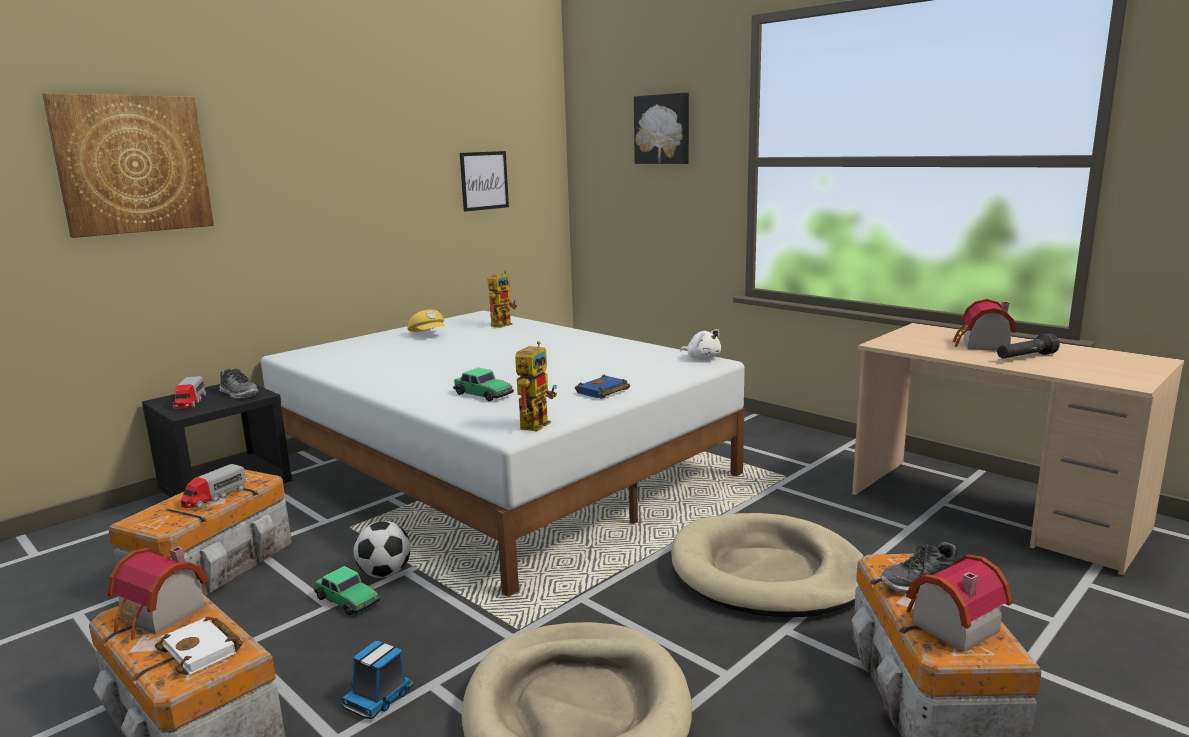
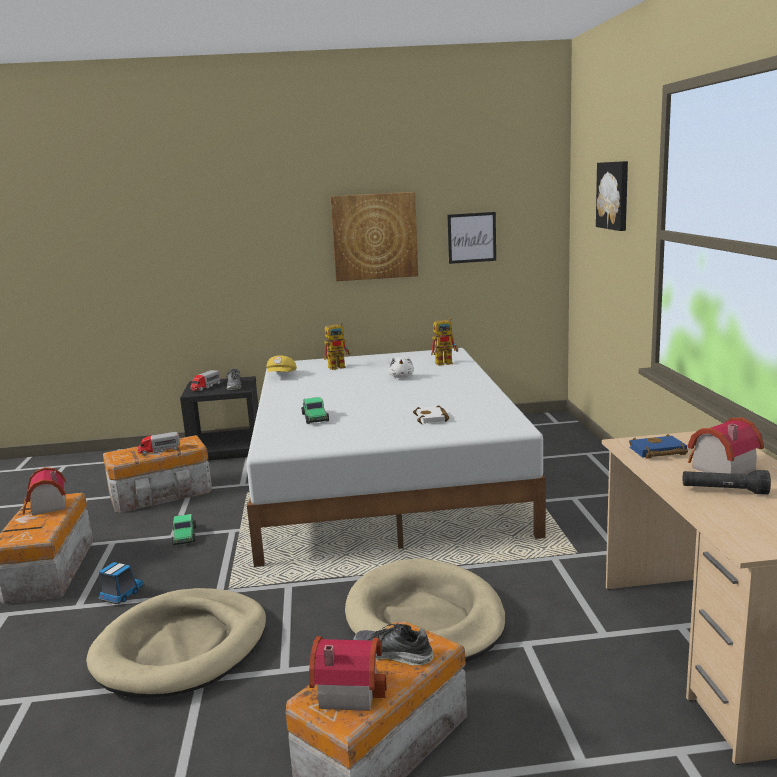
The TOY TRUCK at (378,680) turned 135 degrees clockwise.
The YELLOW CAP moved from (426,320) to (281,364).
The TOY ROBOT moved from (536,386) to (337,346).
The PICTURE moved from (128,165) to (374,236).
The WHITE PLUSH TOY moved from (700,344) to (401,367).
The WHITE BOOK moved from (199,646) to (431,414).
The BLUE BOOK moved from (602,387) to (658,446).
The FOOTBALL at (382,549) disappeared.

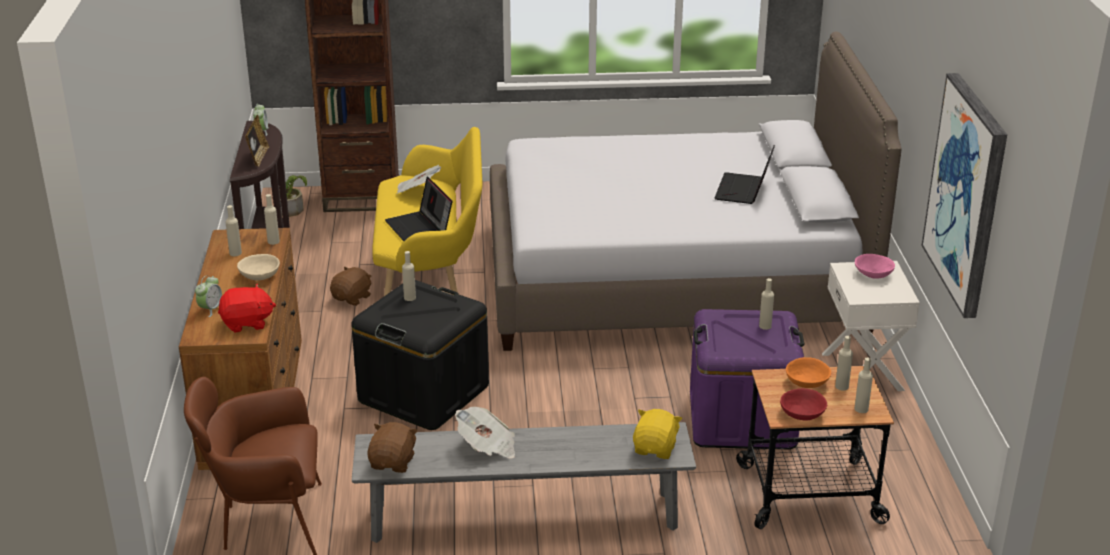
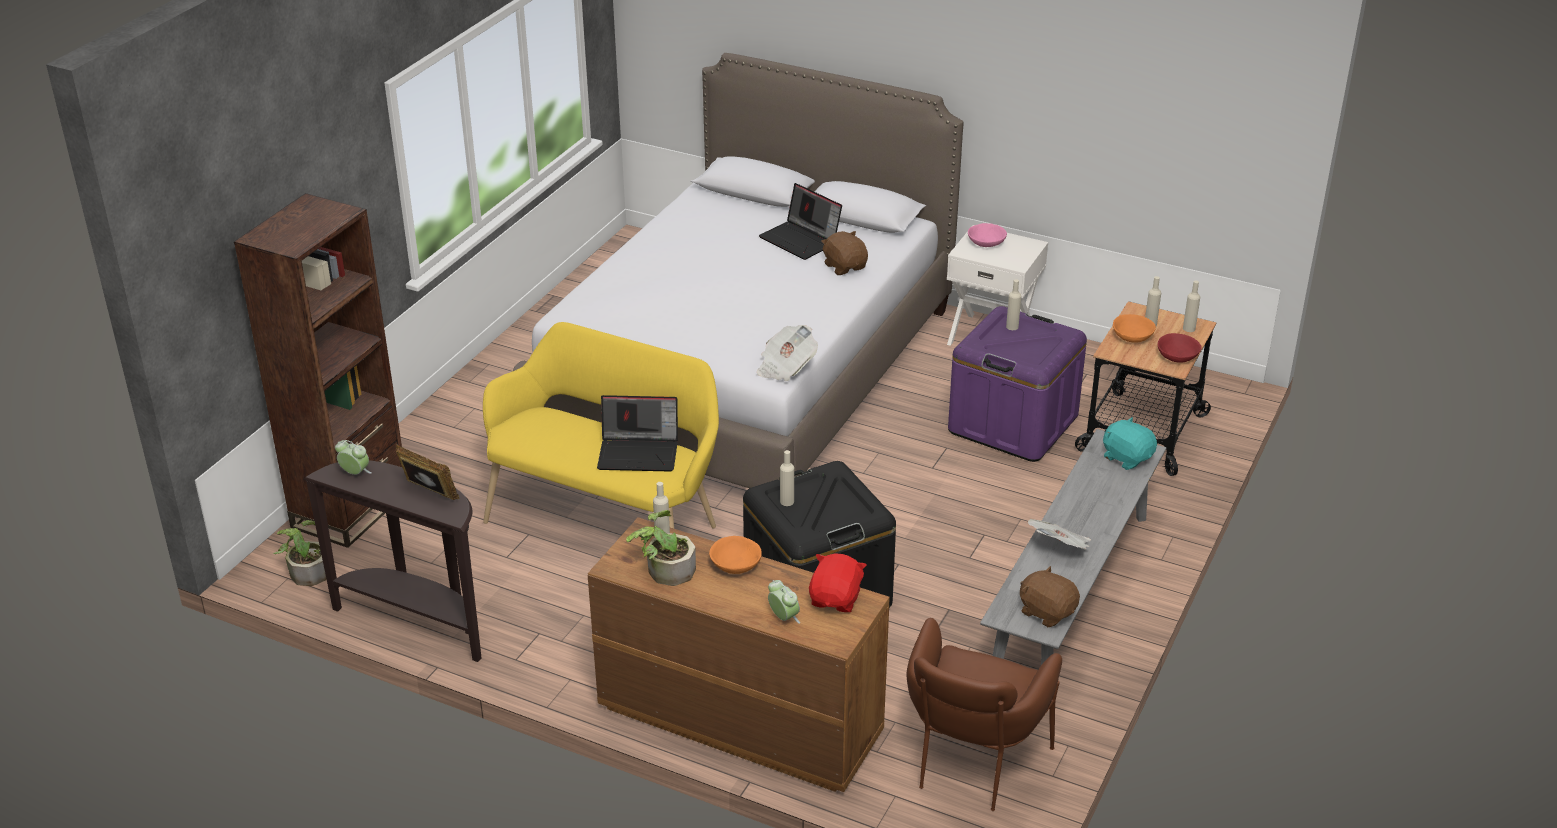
The BEIGE BOTTLE at (233,230) was replaced by the POTTED PLANT at (661,548).
The BEIGE BOWL at (258,267) became the ORANGE BOWL at (735,555).
The NEWSPAPER moved from (419,179) to (787,353).
The BROWN PLUSH TOY moved from (351,286) to (844,253).
The YELLOW PLUSH TOY at (657,434) became the TURQUOISE PLUSH TOY at (1130,443).
The PICTURE at (964,195) disappeared.

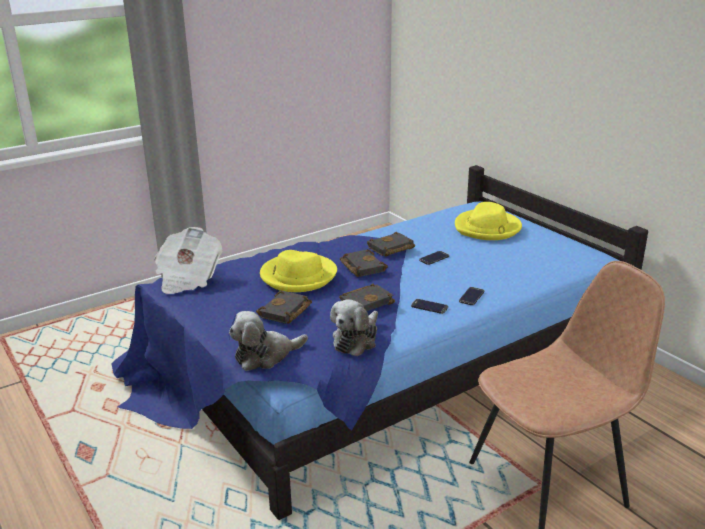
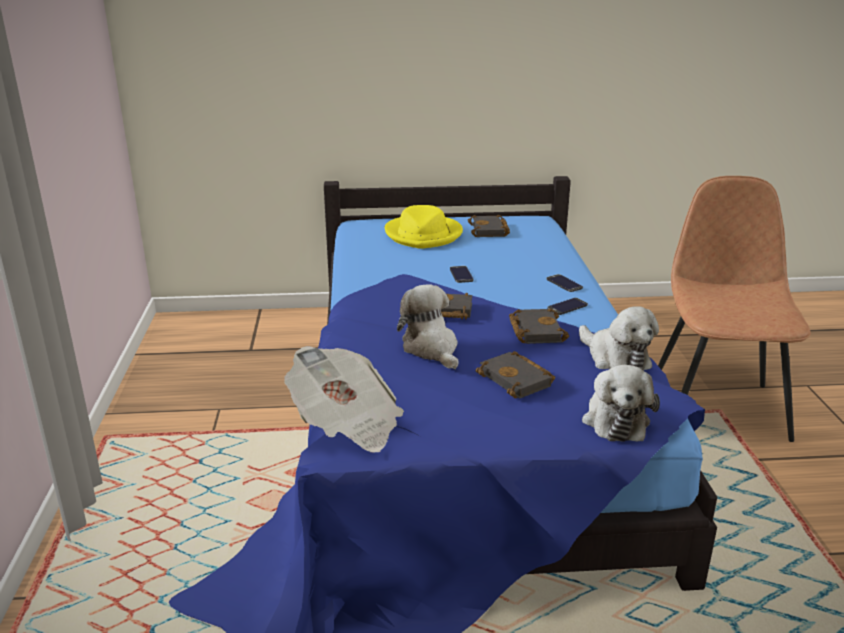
The YELLOW HAT at (298,271) was replaced by the PLUSH TOY at (428,326).
The BLACK BOOK moved from (391,244) to (489,226).

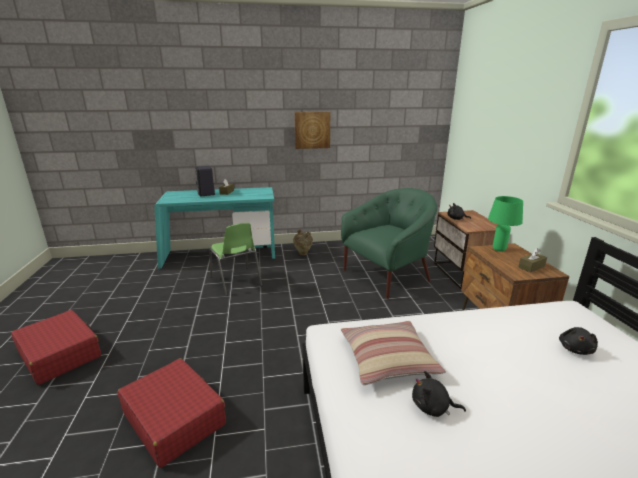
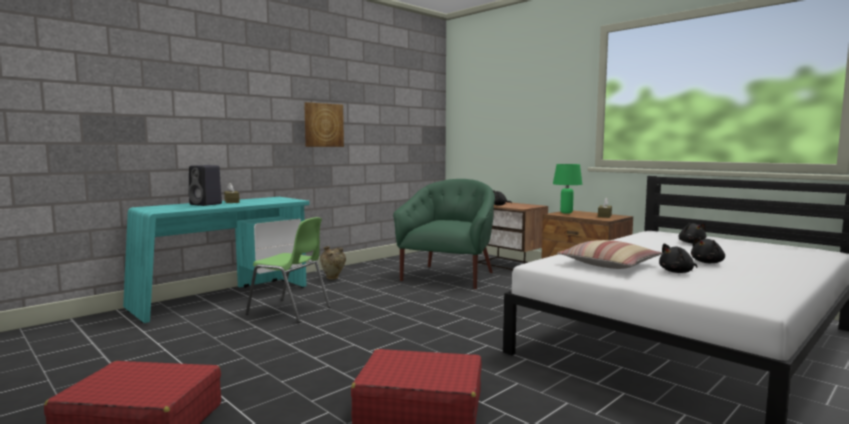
The BLACK PLUSH TOY at (708,249) appeared.

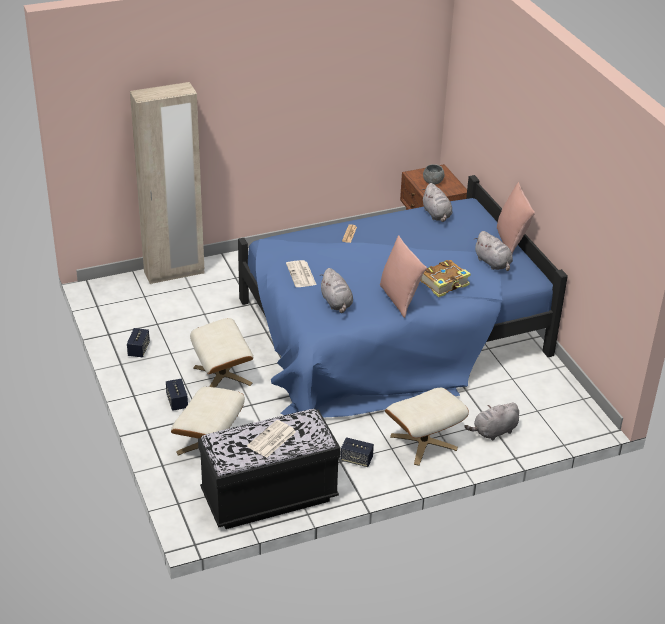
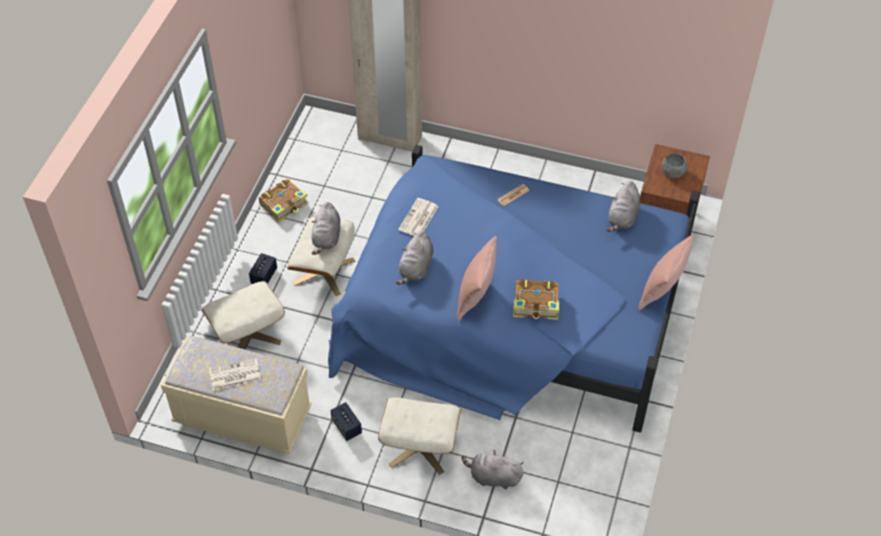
The BLACK BENCH at (269,469) became the BEIGE BENCH at (236,395).
The SPEAKER at (138,342) was replaced by the BOOK at (283,201).
The GREY PLUSH TOY moved from (493,251) to (326,228).

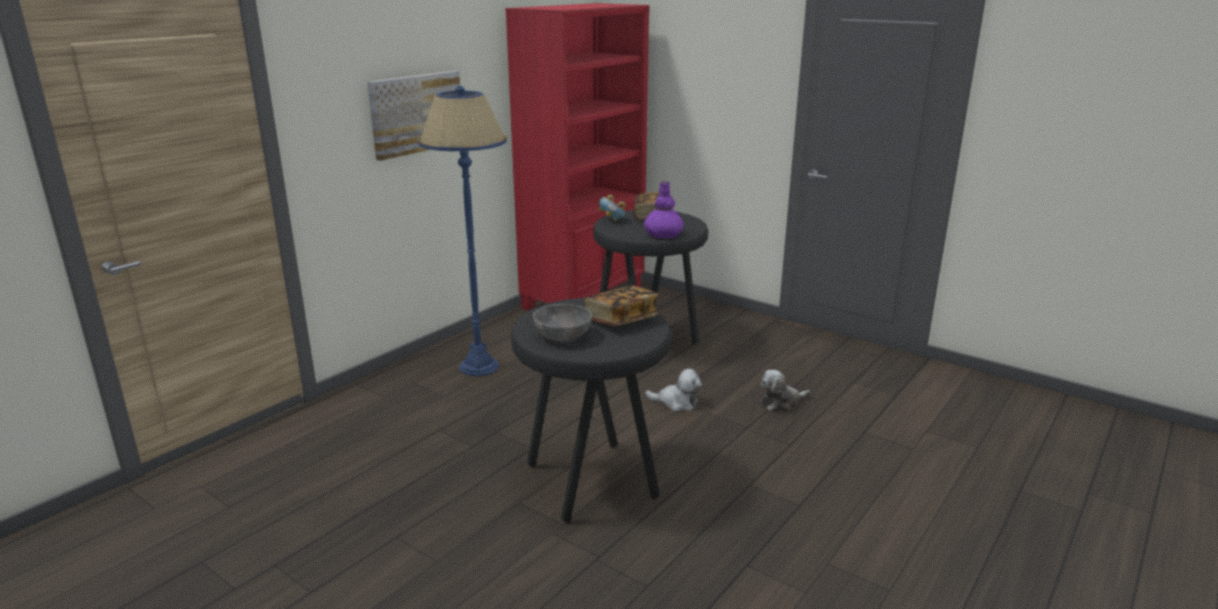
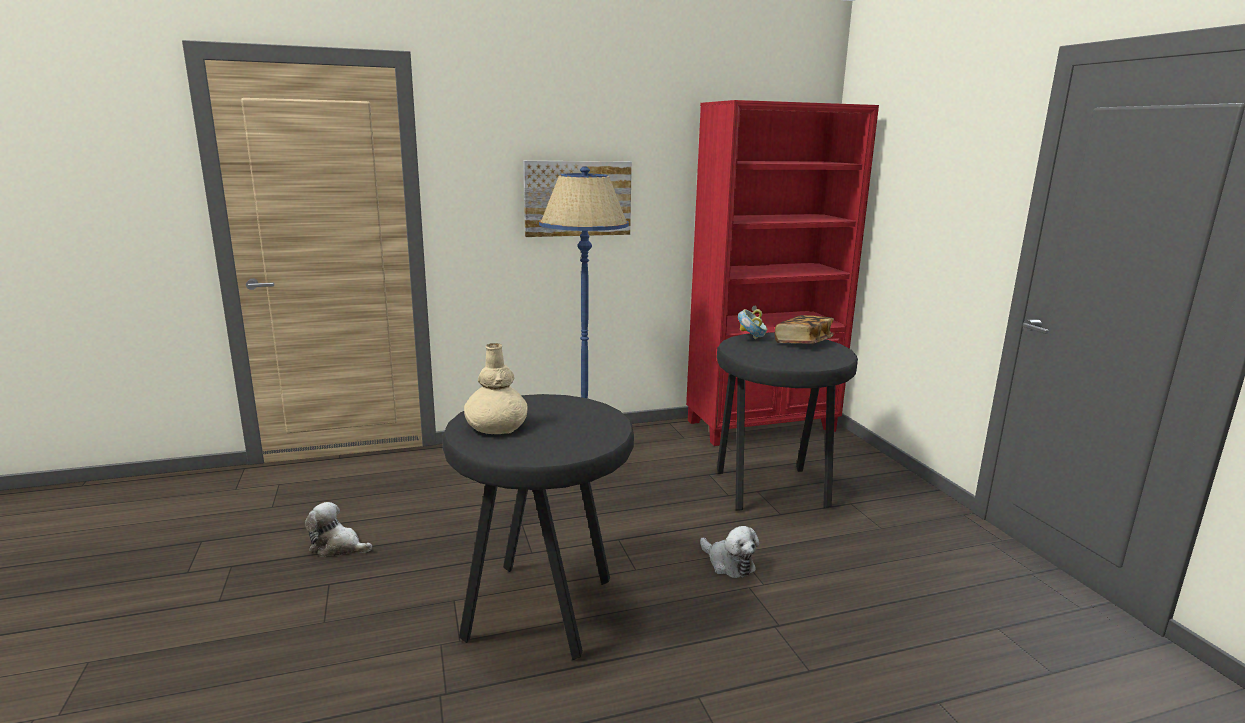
The PLUSH TOY moved from (785,390) to (338,529).
The GREY BOWL at (562,323) was replaced by the BEIGE VASE at (496,388).
The BOOK at (621,305) disappeared.
The PURPLE VASE at (664,210) disappeared.

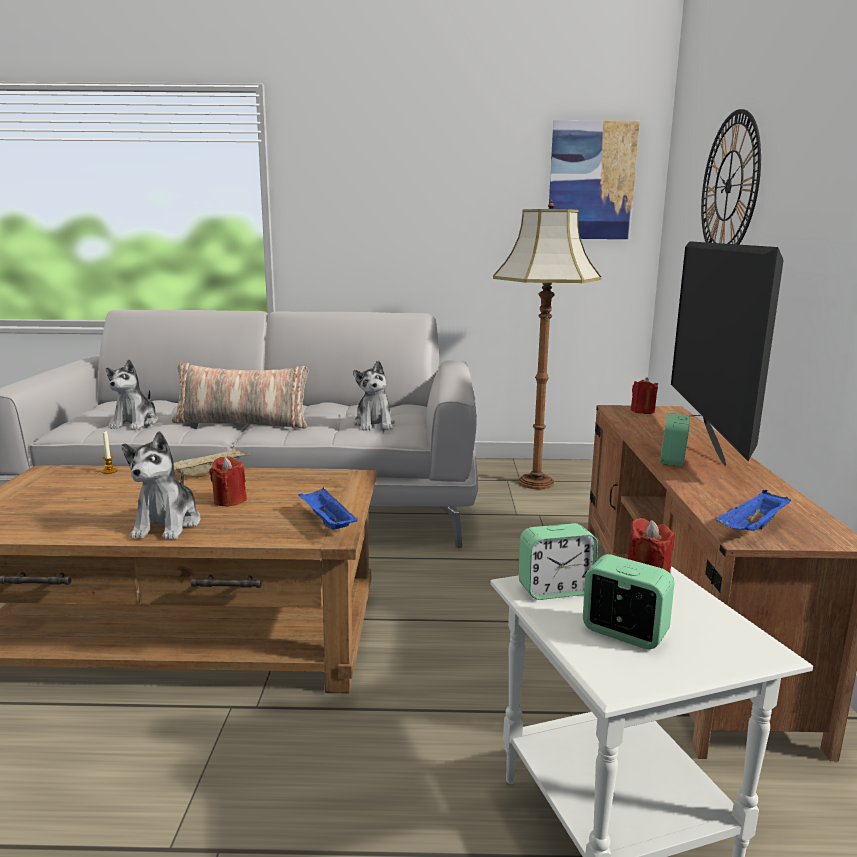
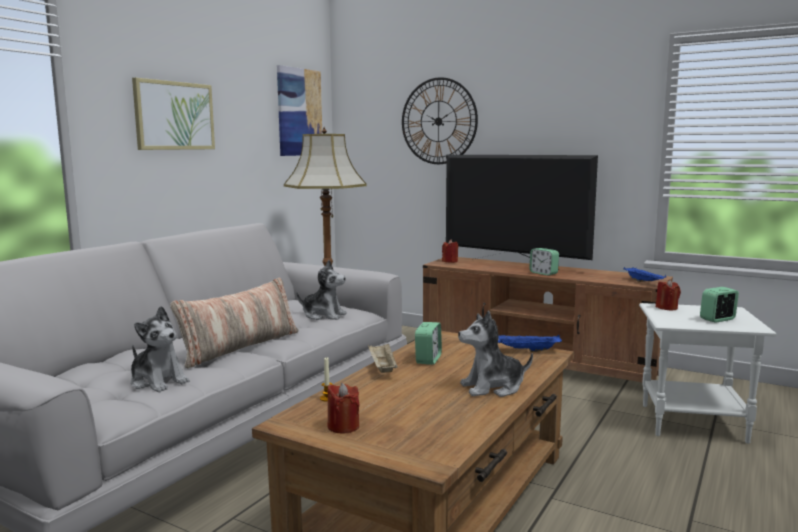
The PICTURE at (173,113) appeared.
The RED CANDLE moved from (228,481) to (343,408).
The ALARM CLOCK moved from (558,561) to (428,343).
The PLUSH TOY at (161,485) turned 135 degrees clockwise.

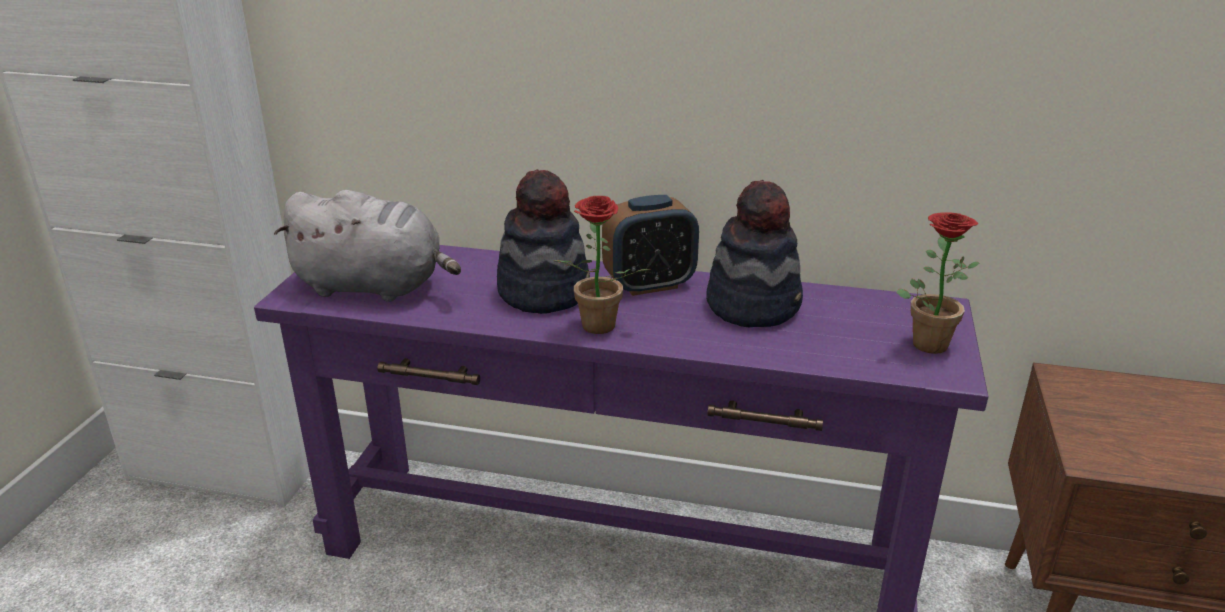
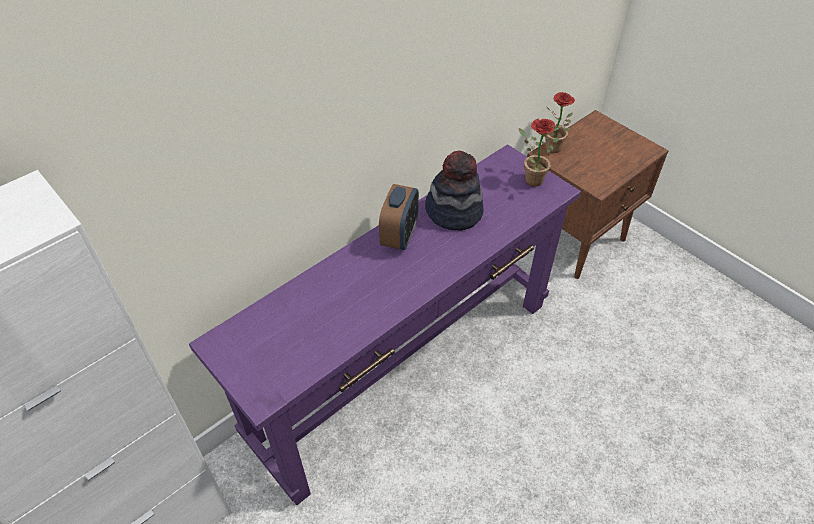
The POTTED PLANT moved from (601,265) to (560,122).
The GREY PLUSH TOY at (367,246) disappeared.
The HAT at (543,241) disappeared.

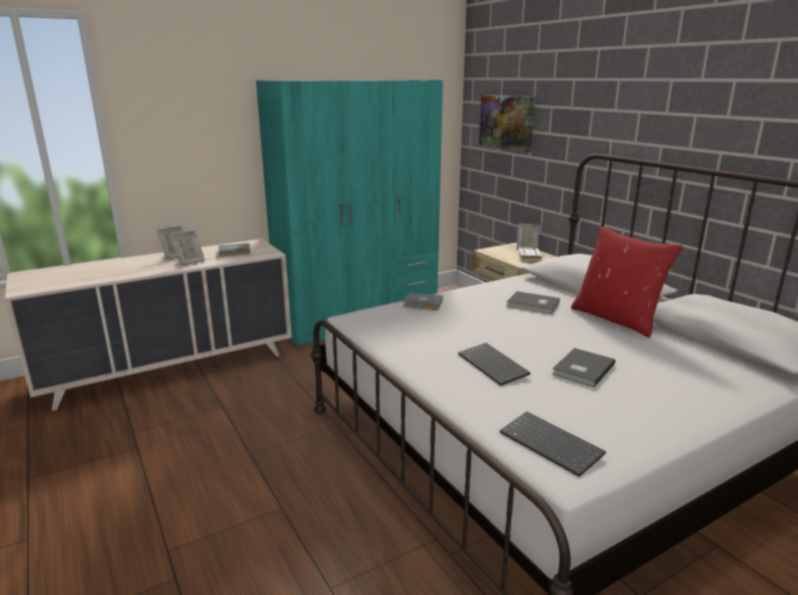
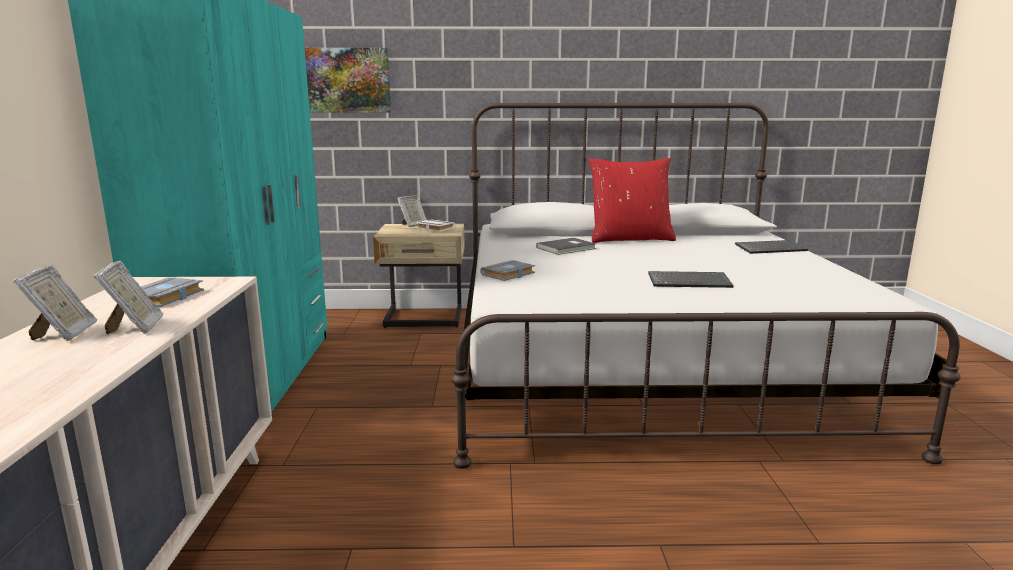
The KEYBOARD moved from (553,444) to (771,247).
The GREY BOOK at (583,367) disappeared.

